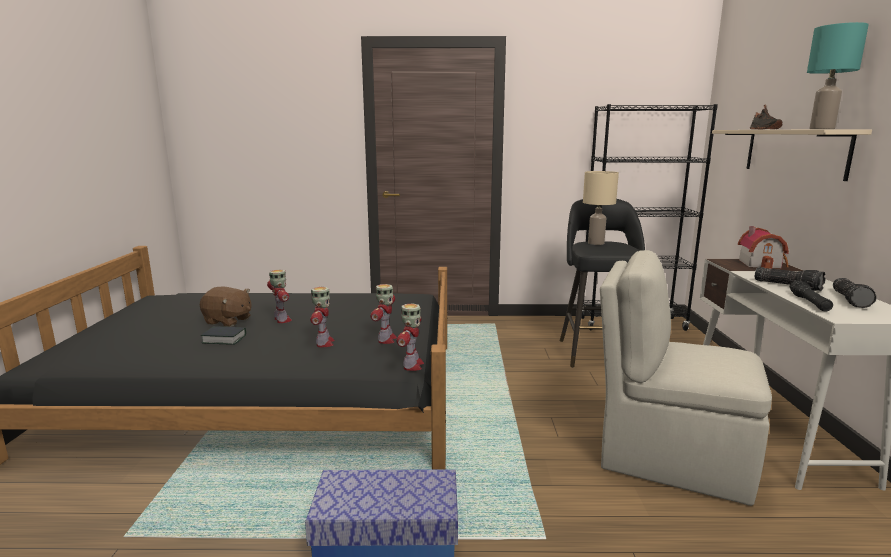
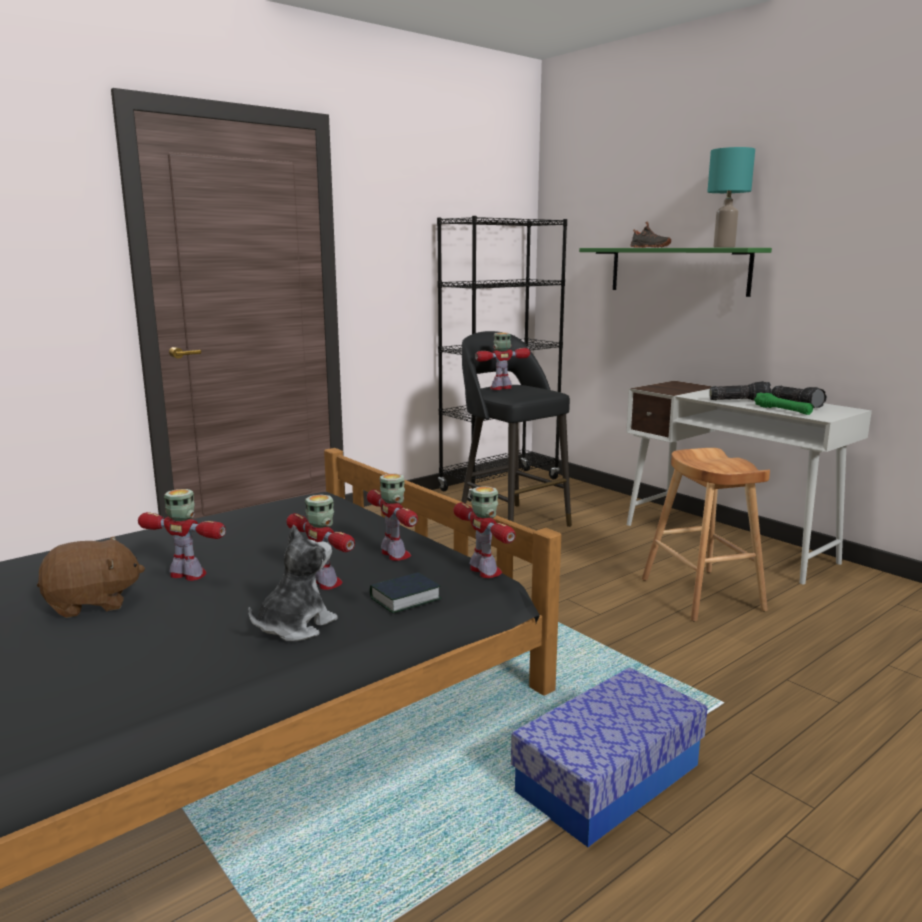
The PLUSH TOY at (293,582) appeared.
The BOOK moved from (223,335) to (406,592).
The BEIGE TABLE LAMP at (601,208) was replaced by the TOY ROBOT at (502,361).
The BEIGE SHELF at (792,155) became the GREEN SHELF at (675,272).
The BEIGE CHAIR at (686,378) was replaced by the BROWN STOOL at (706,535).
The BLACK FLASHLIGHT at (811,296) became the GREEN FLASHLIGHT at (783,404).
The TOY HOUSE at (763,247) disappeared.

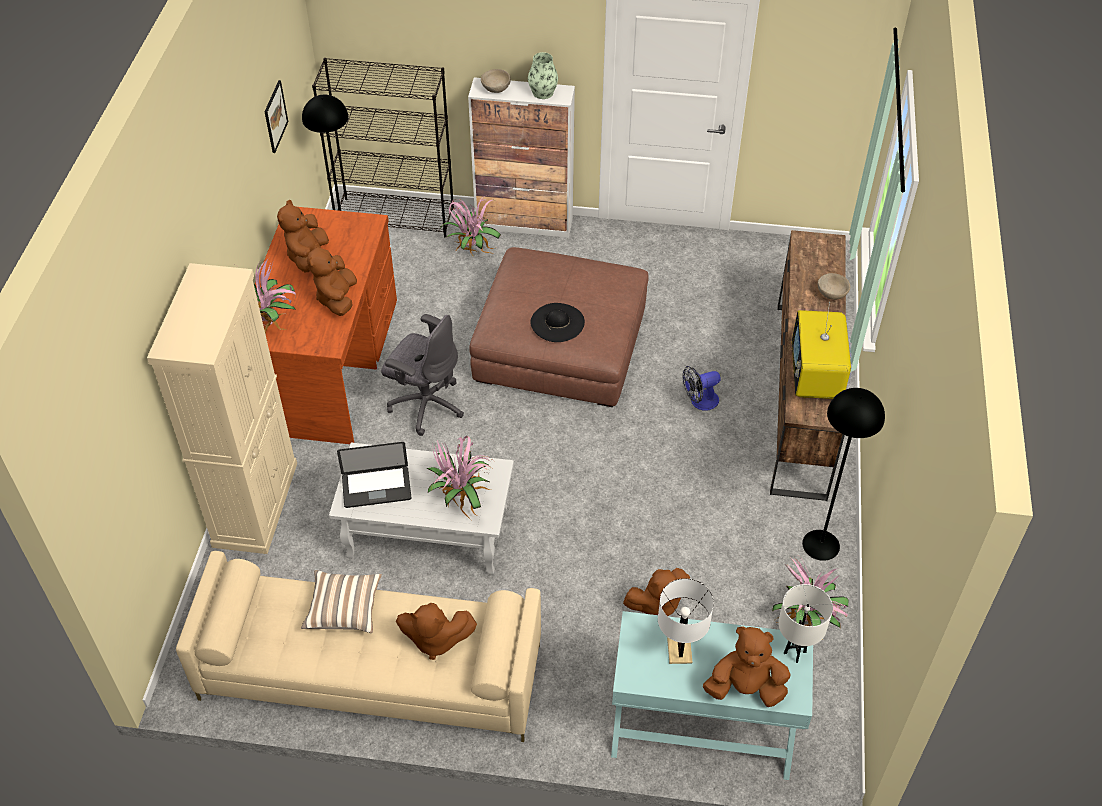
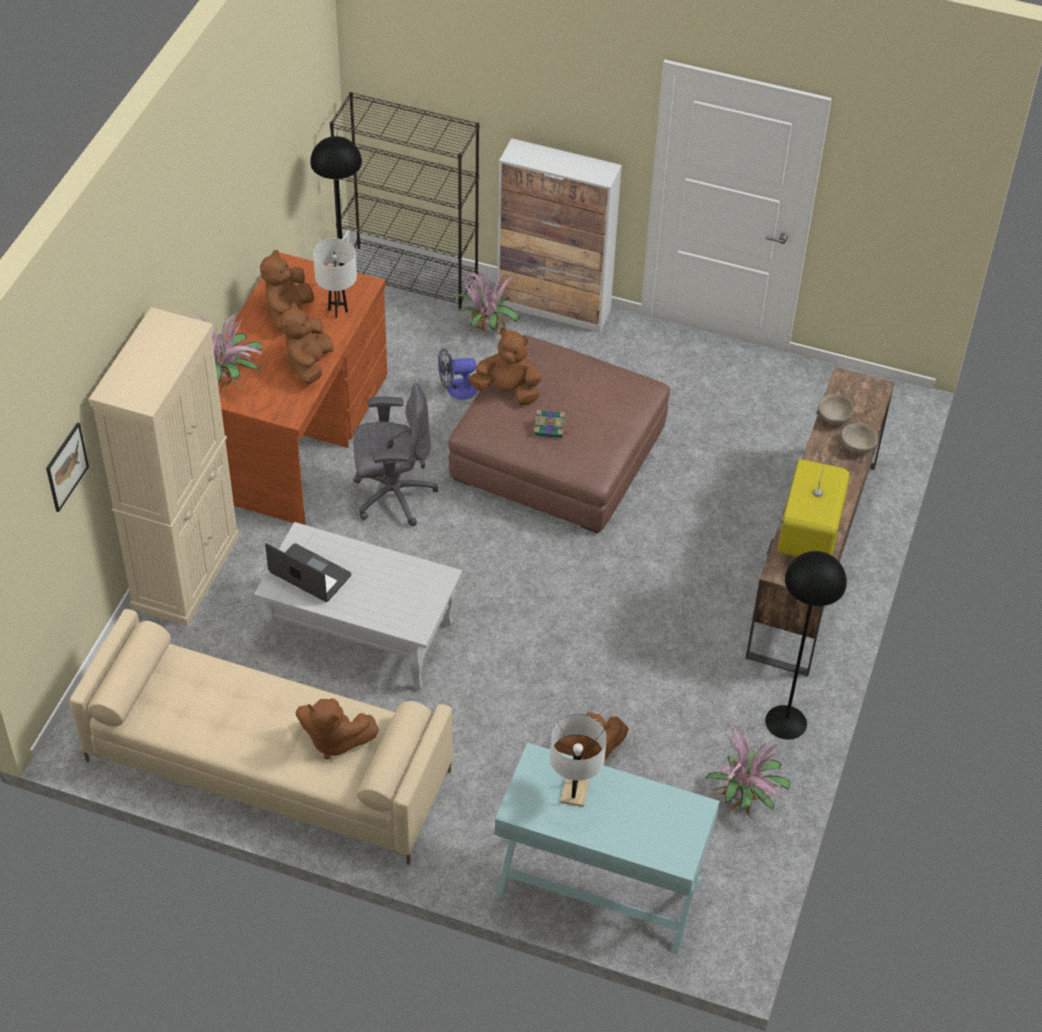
The PICTURE moved from (276,116) to (67,467).
The LAPTOP at (374,475) turned 150 degrees counterclockwise.
The WHITE TABLE LAMP moved from (805,623) to (335,278).
The GREY OFFICE CHAIR at (422,375) turned 45 degrees counterclockwise.
The FAN moved from (702,388) to (458,374).
The BROWN PLUSH TOY moved from (747,666) to (505,366).
The BLACK HAT at (557,322) was replaced by the BOOK at (551,424).
The BEIGE BOWL moved from (496,81) to (836,409).
The PILLOW at (341,601) disappeared.
The POTTED PLANT at (459,479) disappeared.
The VASE at (543,75) disappeared.

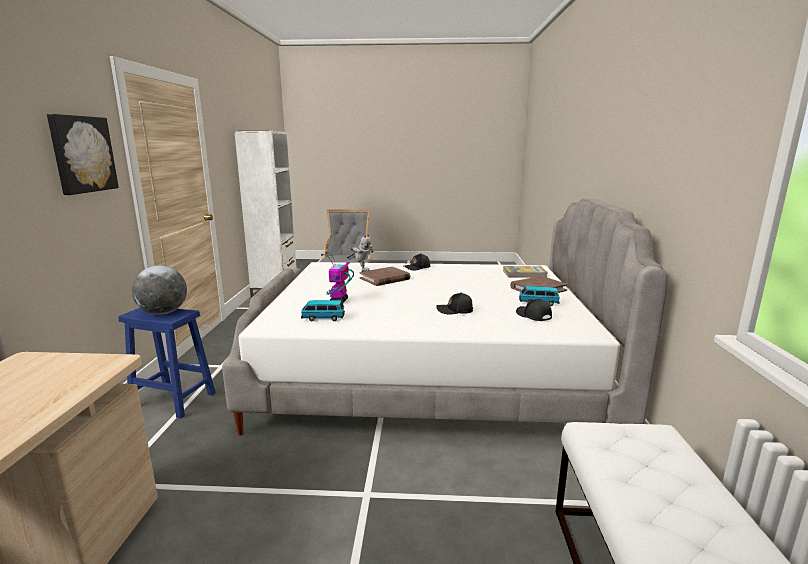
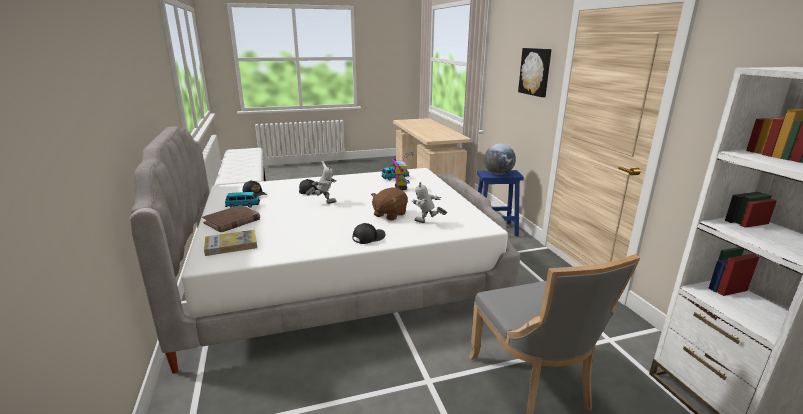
The TOY ROBOT at (321,184) appeared.
The BROWN BOOK at (384,276) was replaced by the BROWN PLUSH TOY at (389,204).

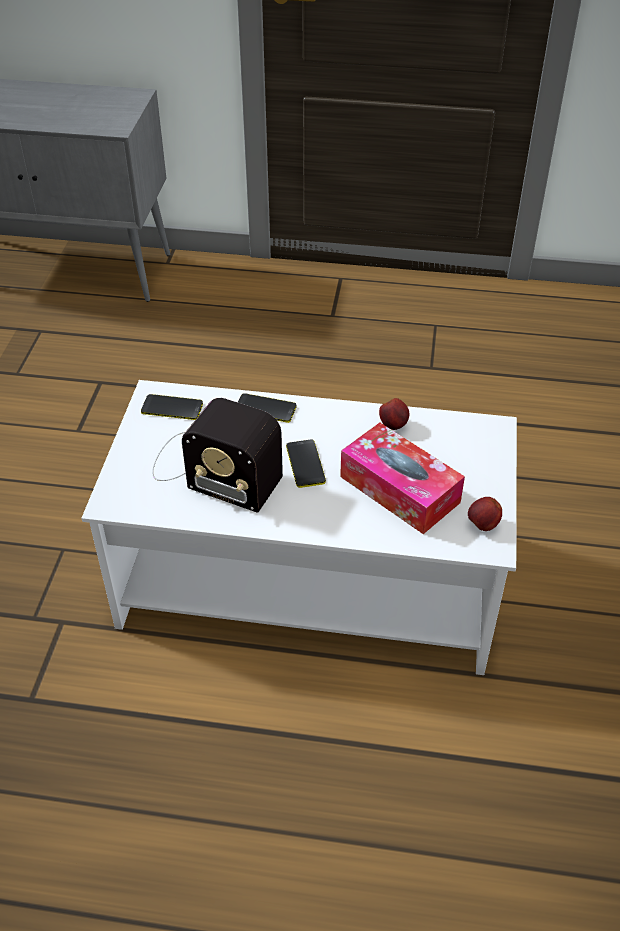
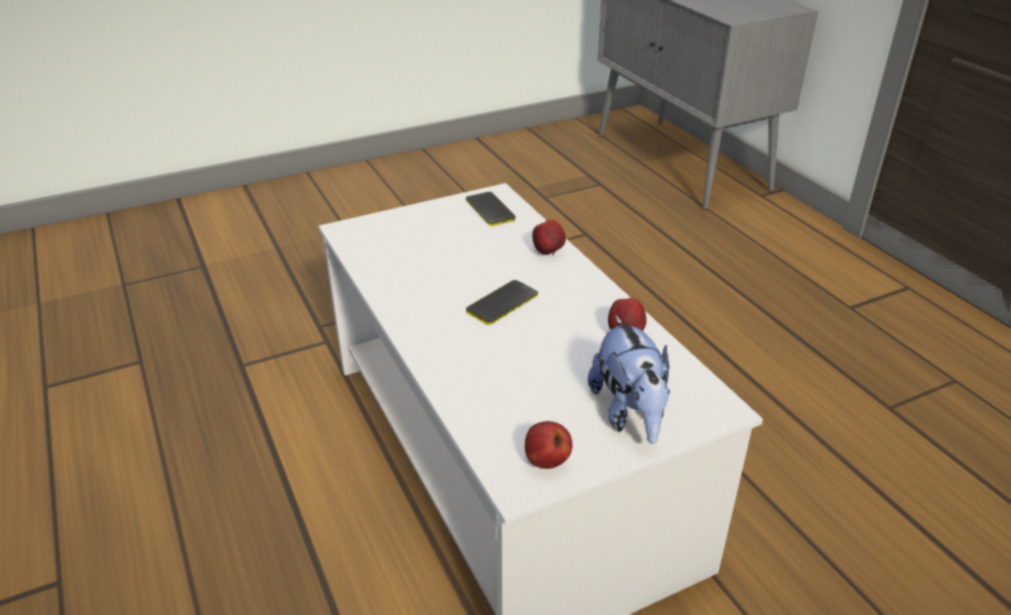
The PHONE at (267,408) was replaced by the APPLE at (549,237).
The PLUSH TOY at (629,379) appeared.
The RADIO at (217,455) disappeared.
The TISSUE BOX at (402,478) disappeared.

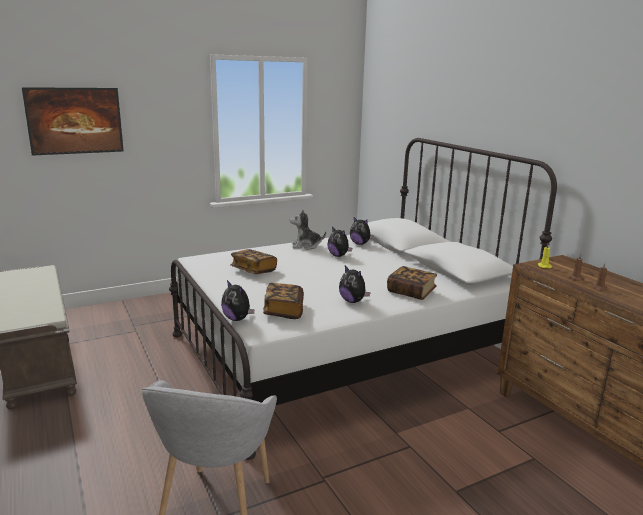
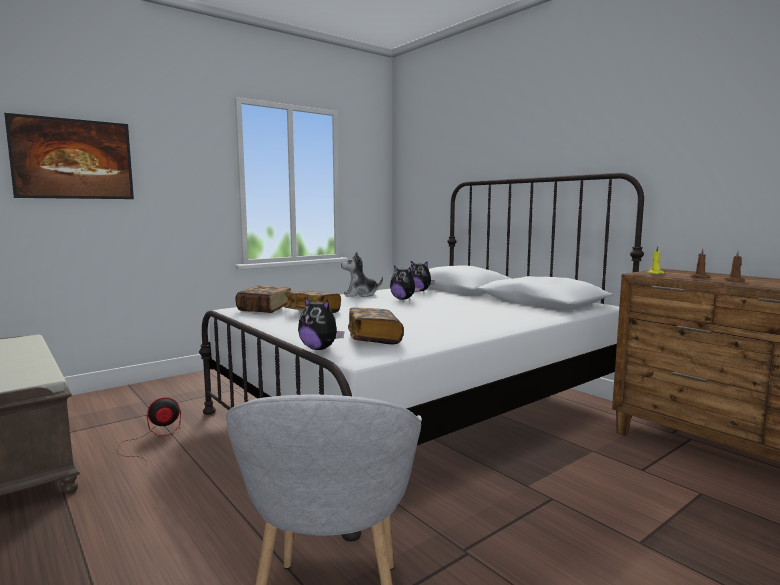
The FAN at (149,431) appeared.
The BOOK moved from (412,283) to (263,299).
The PLUSH TOY at (355,284) disappeared.

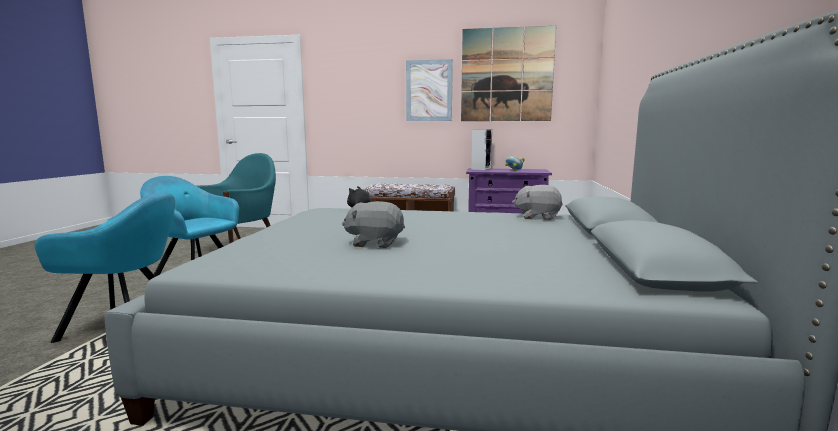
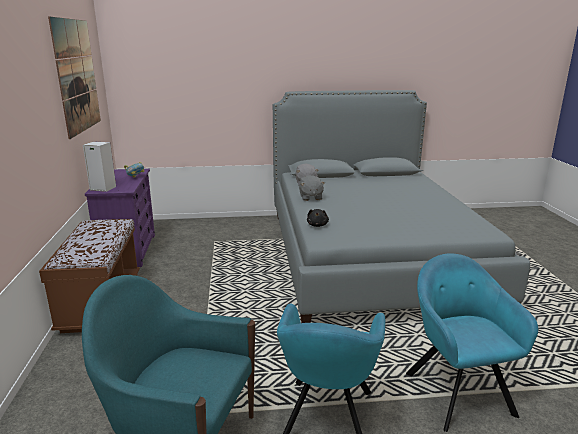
The GREY PLUSH TOY moved from (373,224) to (312,188).
The PICTURE at (429,90) disappeared.

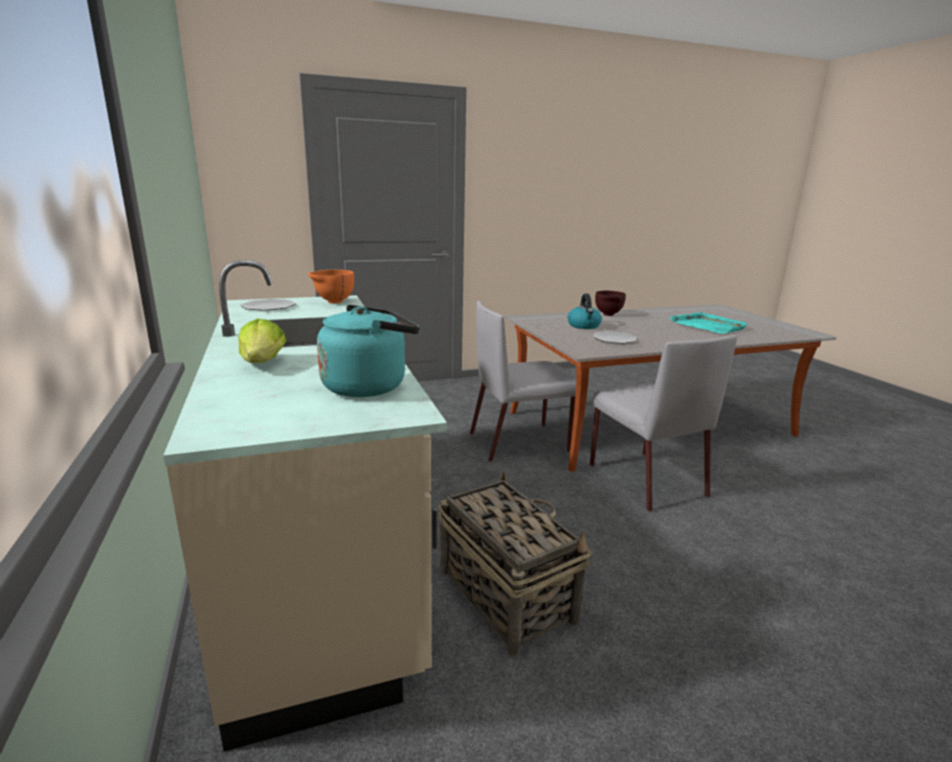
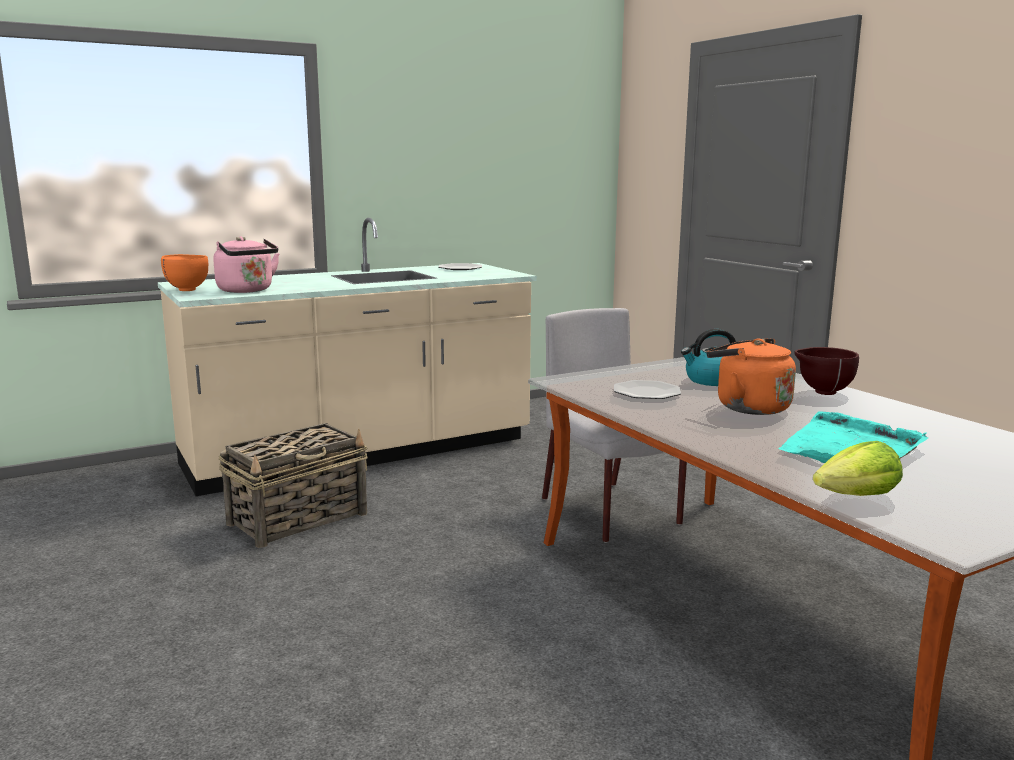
The ORANGE BOWL moved from (331,287) to (184,272).
The TURQUOISE KETTLE at (368,351) became the PINK KETTLE at (246,264).
The ORANGE KETTLE at (751,376) appeared.
The LETTUCE moved from (262,341) to (858,468).
The GREY CHAIR at (663,423) disappeared.

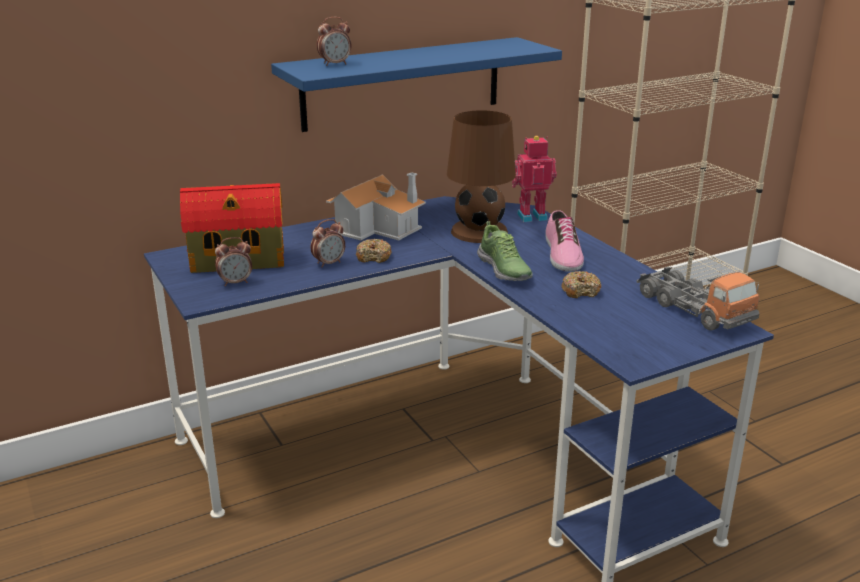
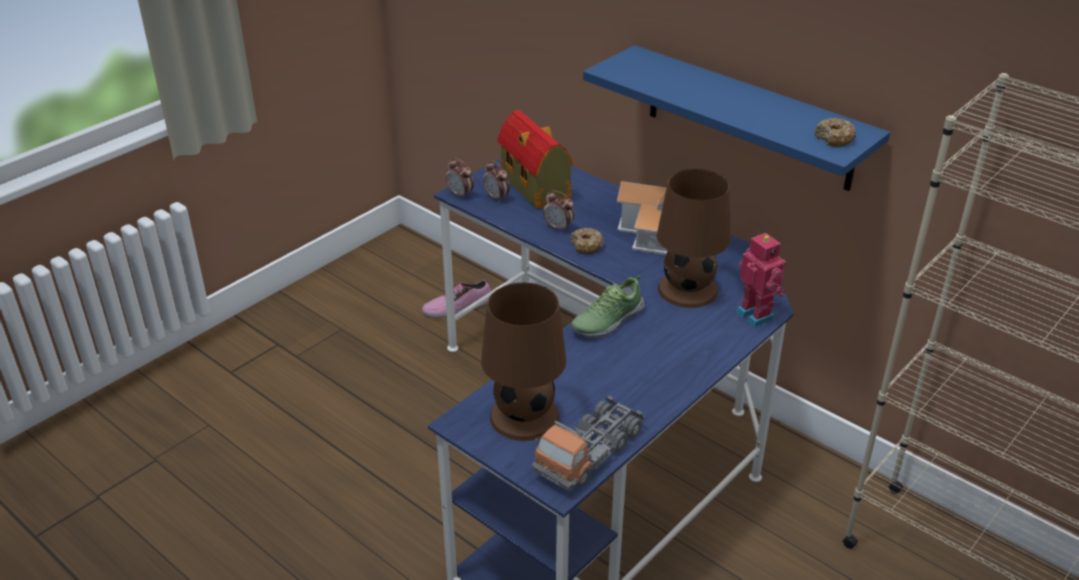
The SHOE moved from (564,241) to (457,299).
The ALARM CLOCK moved from (334,41) to (460,178).
The BROWN TABLE LAMP at (523,362) appeared.
The DONUT moved from (581,284) to (835,132).

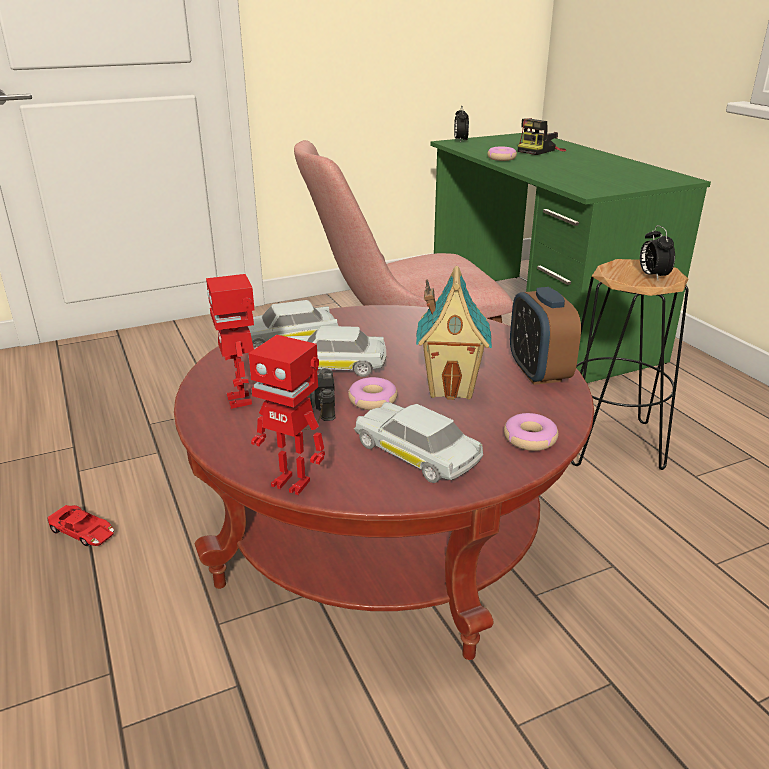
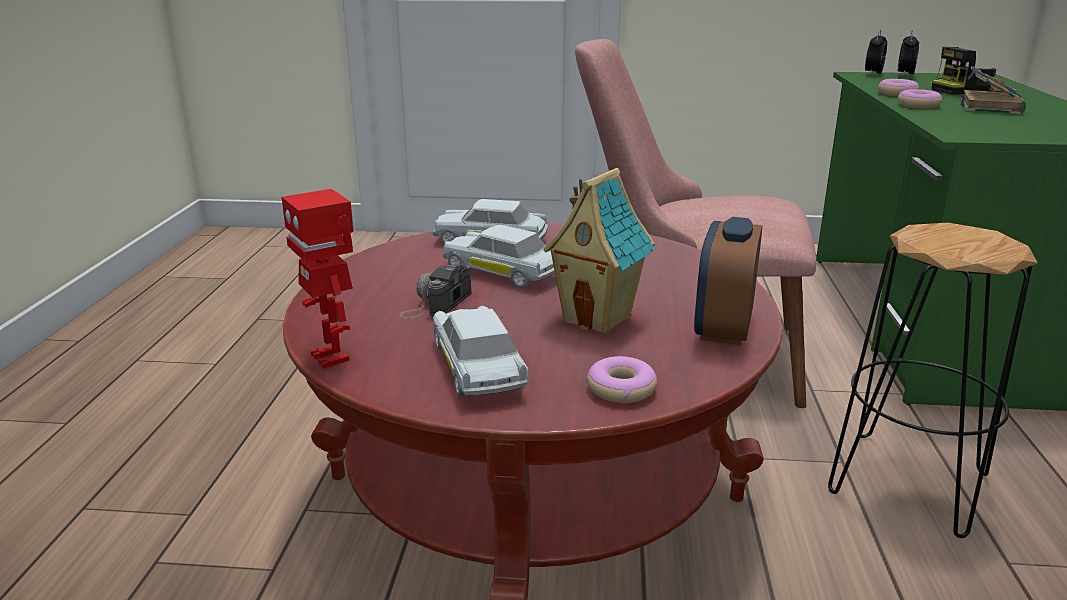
The ALARM CLOCK moved from (657,252) to (908,52).
The DONUT moved from (372,393) to (920,99).
The BOOK at (992,90) appeared.
The RED TOY CAR at (80,525) disappeared.
The TOY ROBOT at (230,341) disappeared.

